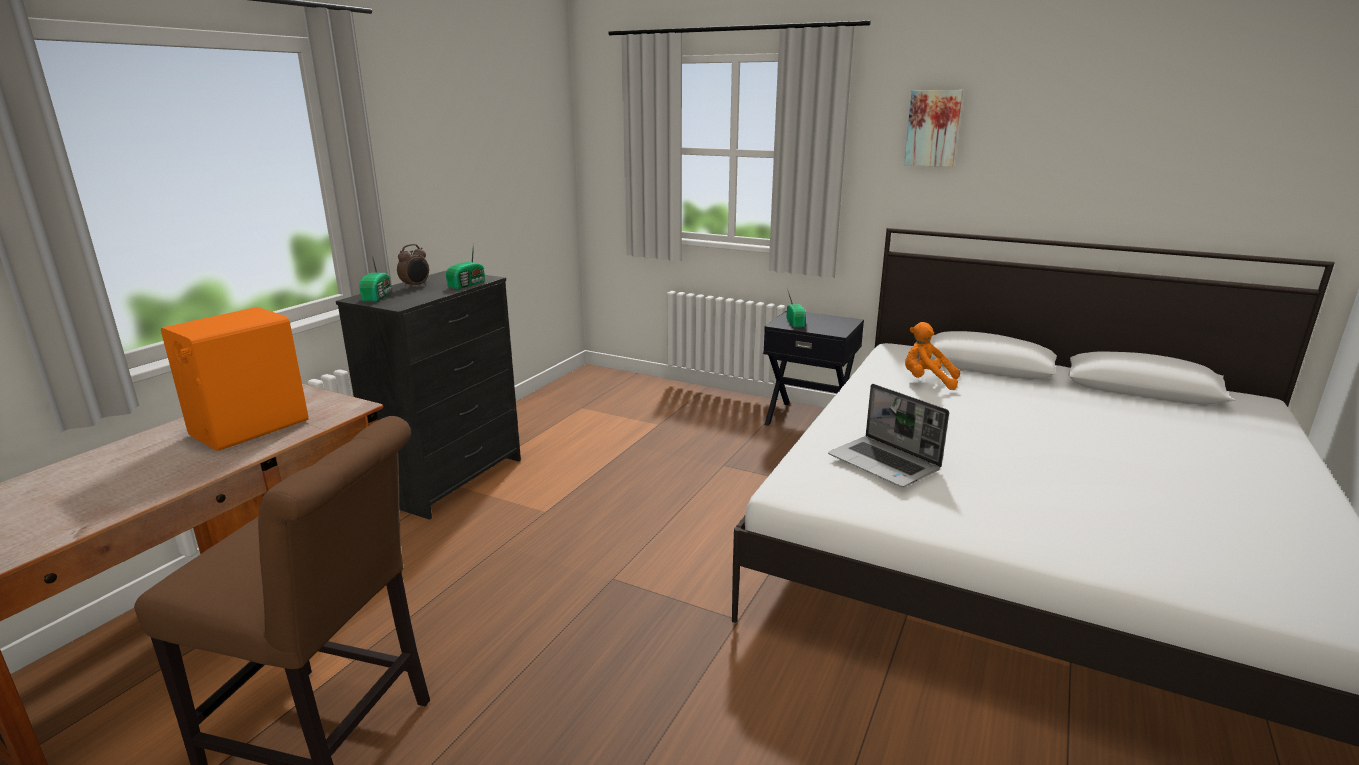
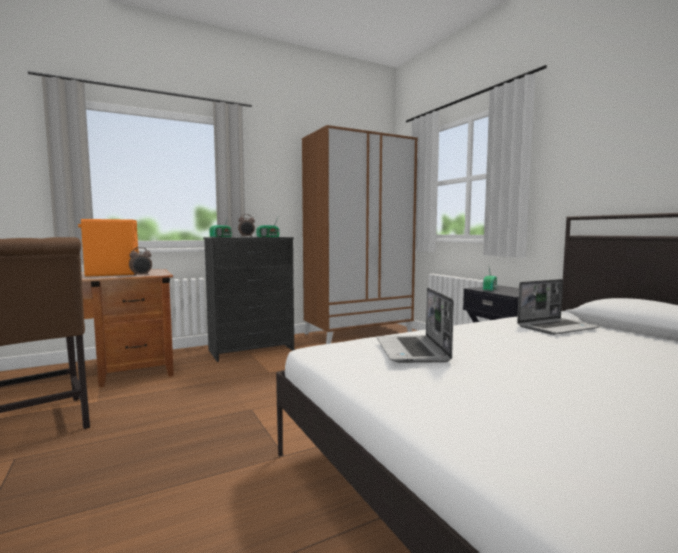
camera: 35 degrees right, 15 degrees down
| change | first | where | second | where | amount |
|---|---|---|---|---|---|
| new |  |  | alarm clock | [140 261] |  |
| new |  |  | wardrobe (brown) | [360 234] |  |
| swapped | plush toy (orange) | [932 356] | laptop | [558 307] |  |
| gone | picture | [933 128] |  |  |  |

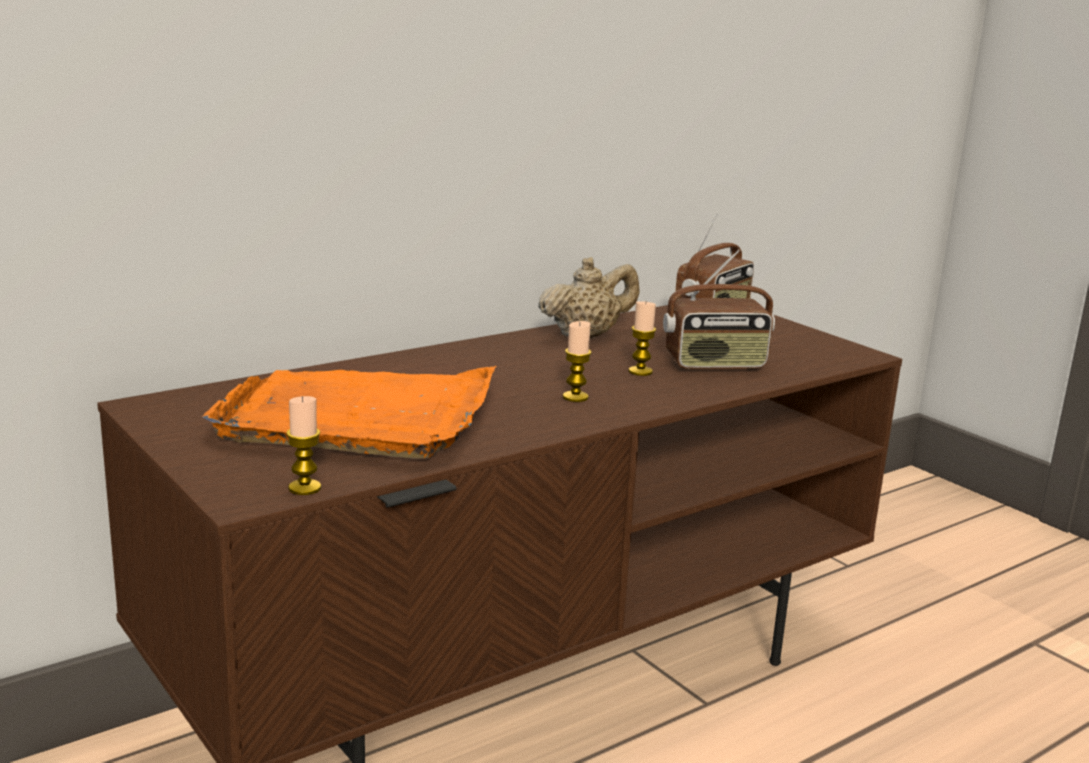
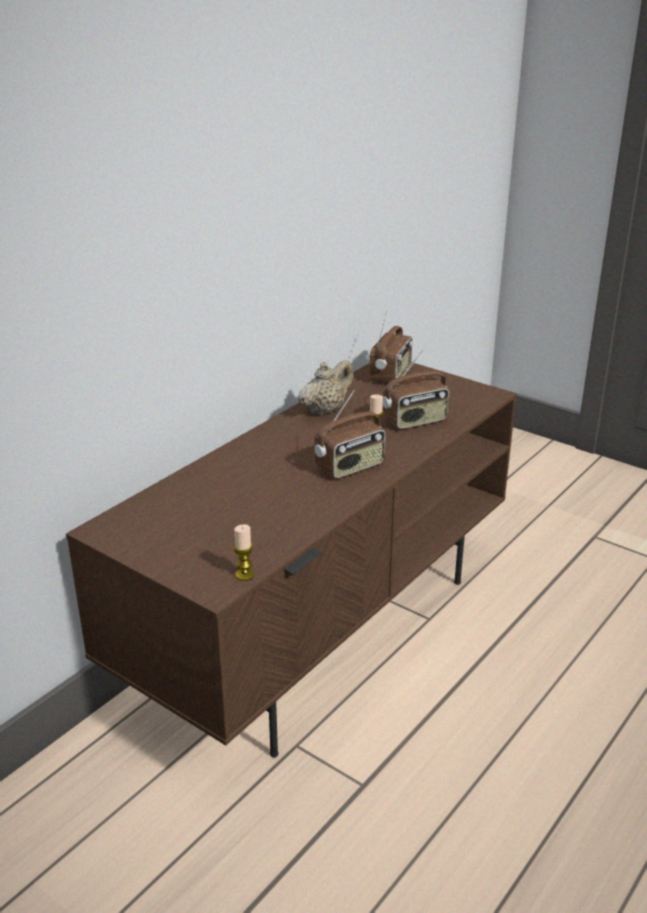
camera: 15 degrees left, 10 degrees up
| change | first | where | second | where | amount |
|---|---|---|---|---|---|
| swapped | candle | [577 361] | radio | [349 434] |  |
| gone | tray (orange) | [349 412] |  |  |  |

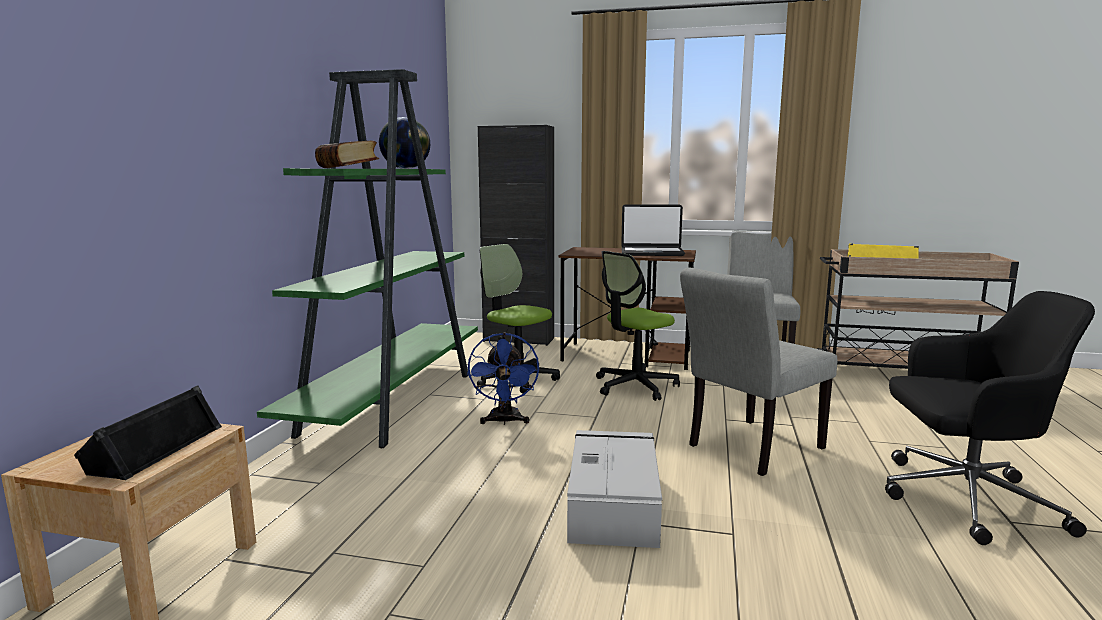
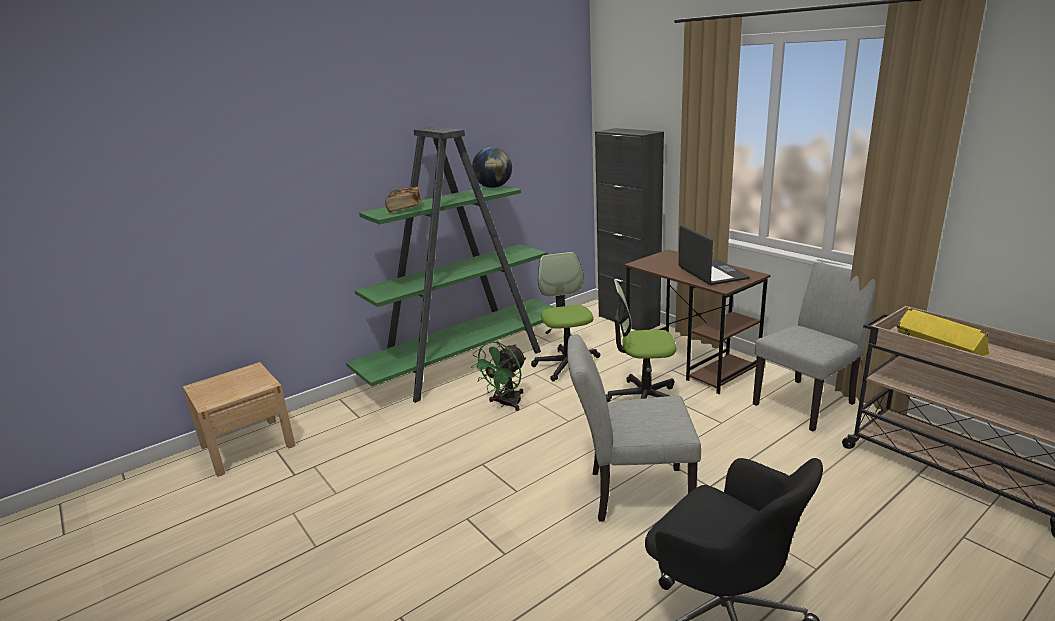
camera: 40 degrees right, 10 degrees up
| change | first | where | second | where | amount |
|---|---|---|---|---|---|
| repainted | fan (blue) | [503 378] | fan (green) | [498 376] |  |
| rotated | laptop | [653 230] |  | [714 255] | 150 degrees counterclockwise |
| gone | speaker (black) | [148 432] |  |  |  |
| gone | storage box (grey) | [614 489] |  |  |  |

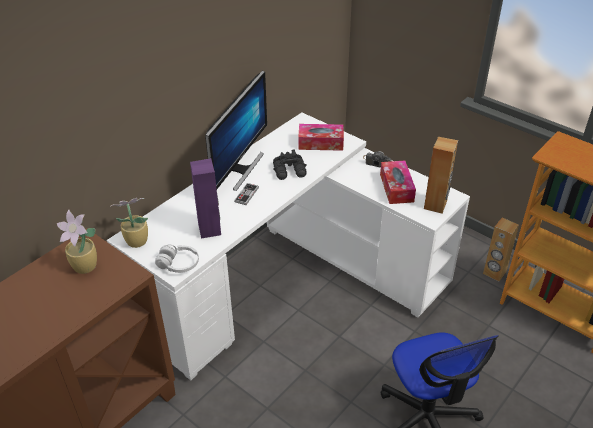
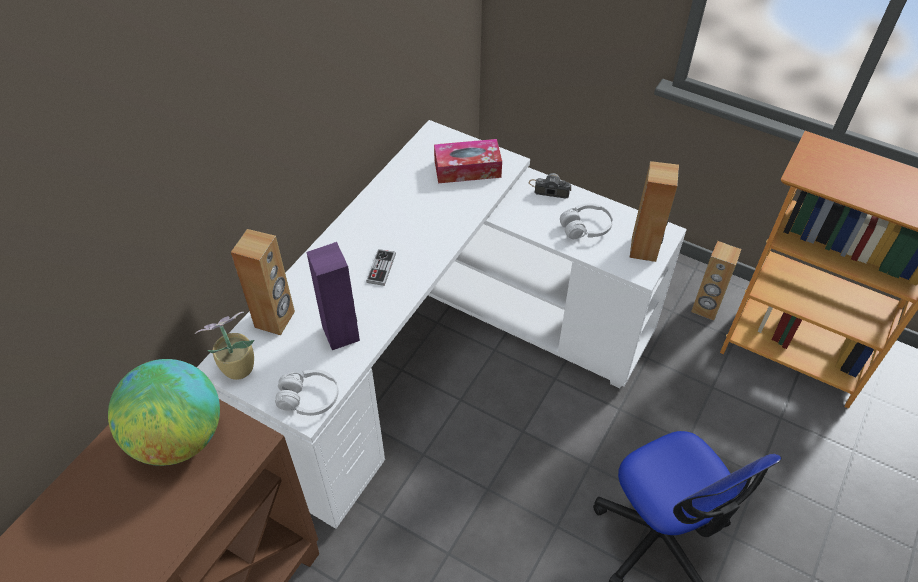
camera: 10 degrees left, 10 degrees up
| change | first | where | second | where | amount |
|---|---|---|---|---|---|
| swapped | potted plant | [77 242] | globe | [164 412] |  |
| new |  |  | speaker (brown) | [263 282] |  |
| swapped | tissue box | [398 182] | headphones (white) | [586 221] |  |
| gone | monitor | [236 131] |  |  |  |
| gone | binoculars (black) | [290 164] |  |  |  |

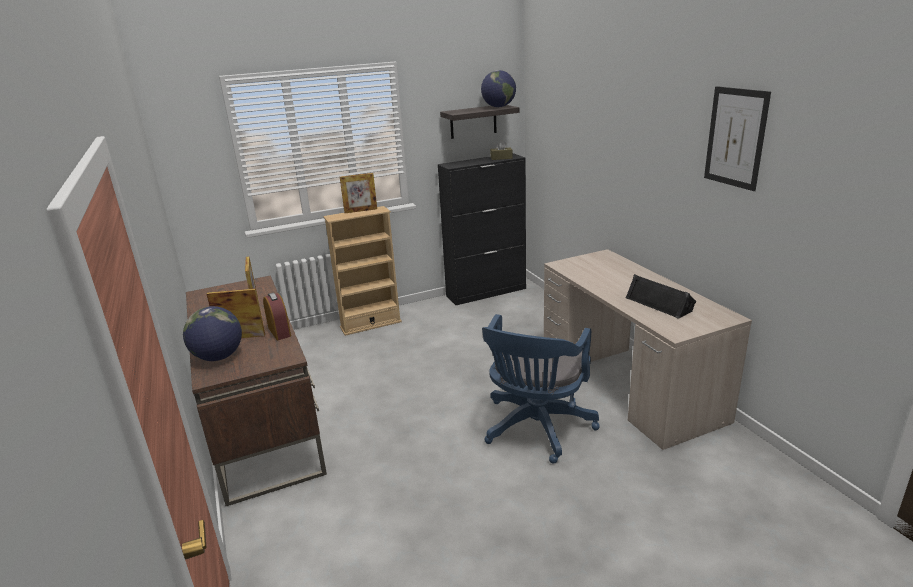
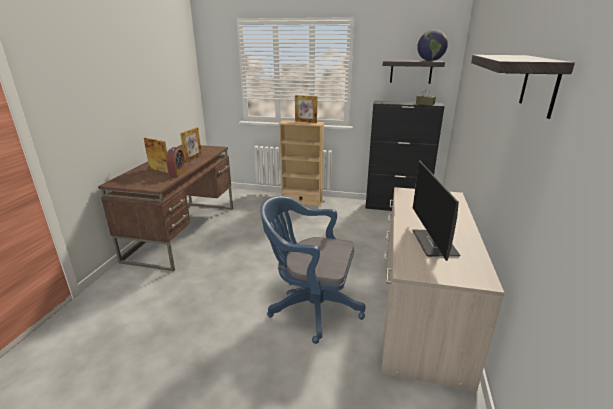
camera: 35 degrees right, 0 degrees up
| change | first | where | second | where | amount |
|---|---|---|---|---|---|
| rotated | office chair (blue) | [541 389] |  | [312 270] | 45 degrees clockwise |
| swapped | speaker (black) | [660 296] | monitor | [436 211] |  |
| swapped | picture | [737 138] | shelf | [523 87] |  |
| gone | globe | [212 333] |  |  |  |

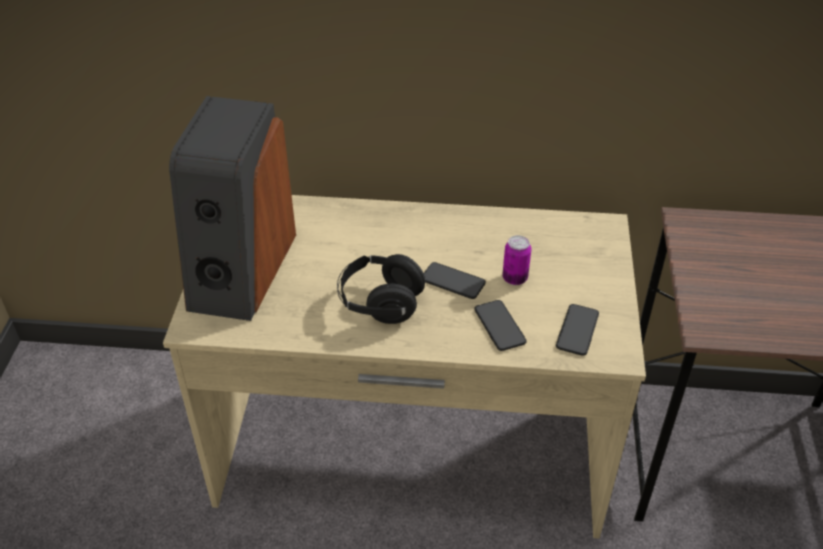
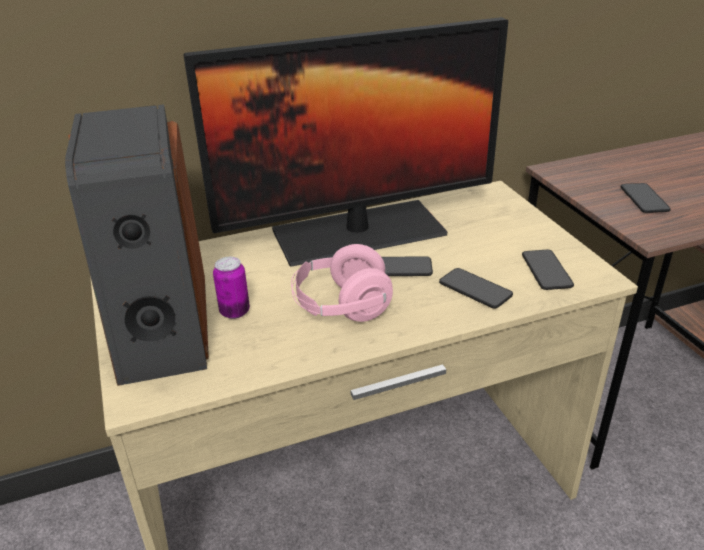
camera: 25 degrees left, 10 degrees down
| change | first | where | second | where | amount |
|---|---|---|---|---|---|
| new |  |  | monitor | [345 142] |  |
| shifted | can | [516 260] |  | [231 288] |  |
| repainted | headphones (black) | [381 289] | headphones (pink) | [342 283] |  |
| new |  |  | phone | [646 198] |  |

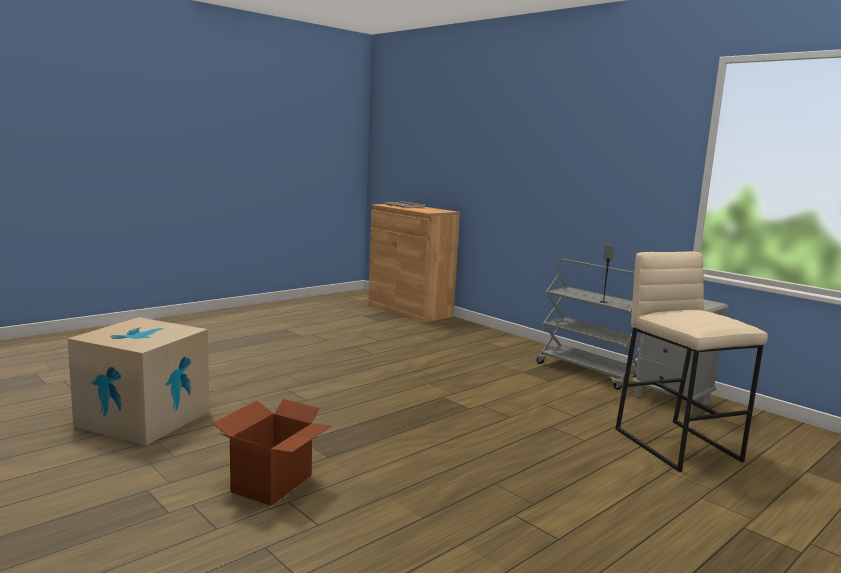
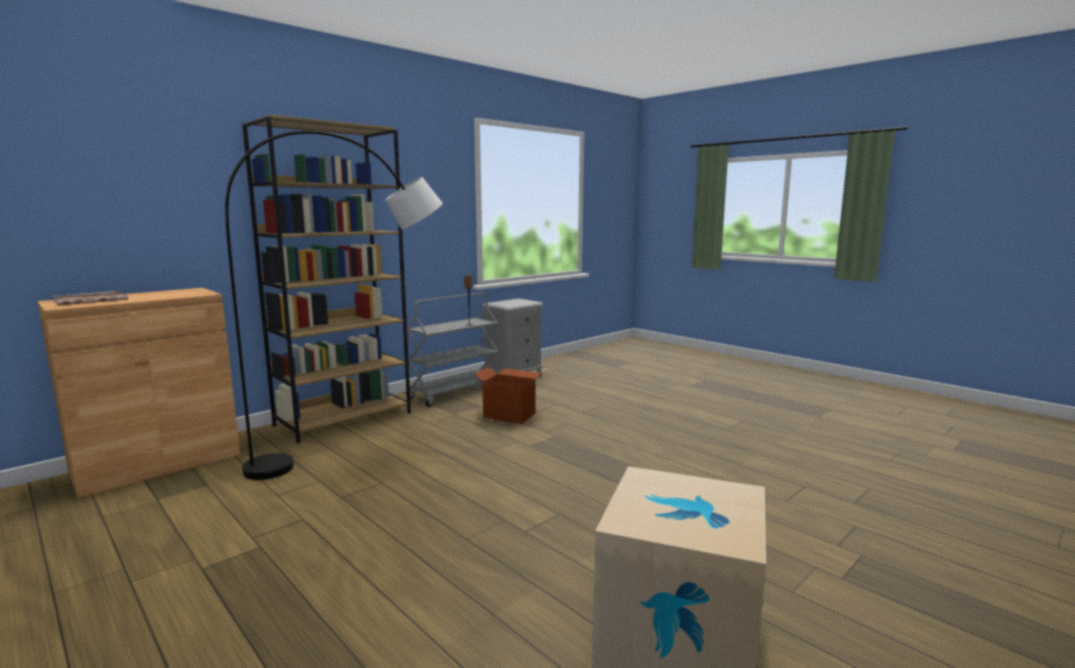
camera: 90 degrees left, 0 degrees up
| change | first | where | second | where | amount |
|---|---|---|---|---|---|
| new |  |  | floor lamp (grey) | [334 305] |  |
| new |  |  | bookcase (brown) | [326 279] |  |
| shifted | cardboard box | [272 452] |  | [509 395] |  |
| gone | stool (beige) | [691 362] |  |  |  |

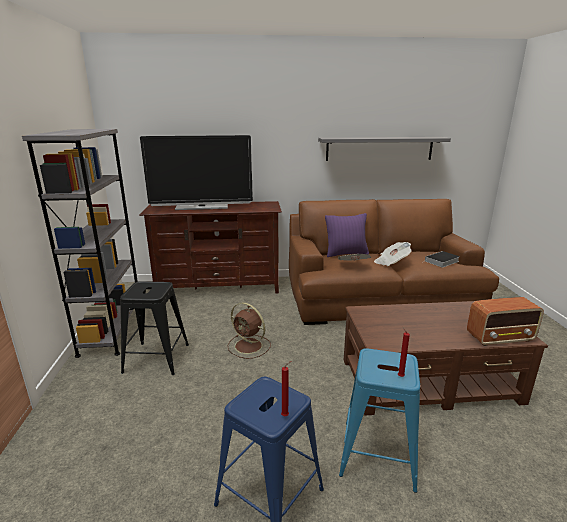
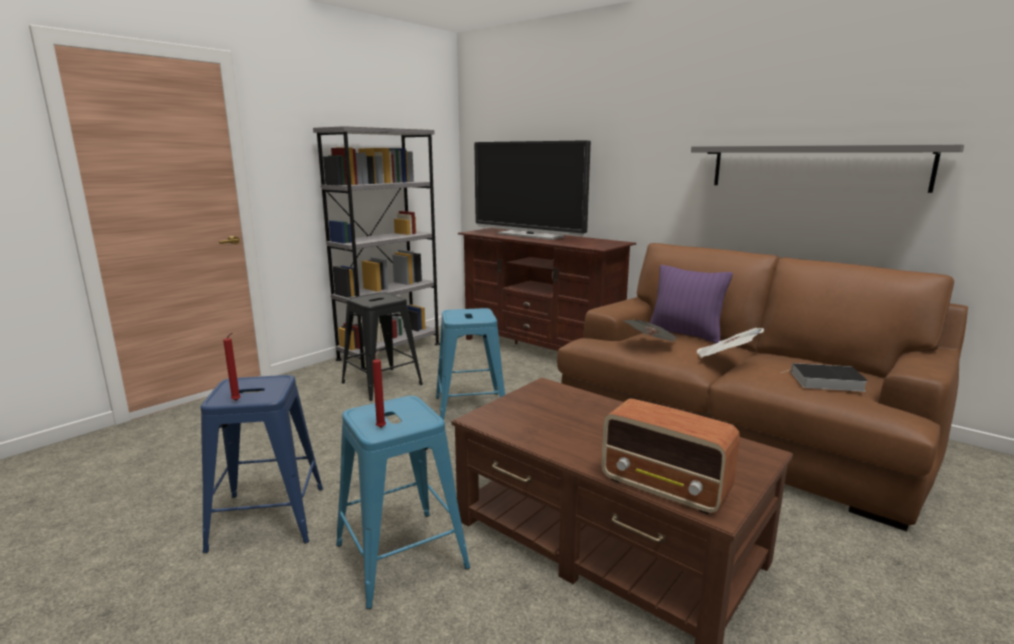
camera: 45 degrees right, 5 degrees down
| change | first | where | second | where | amount |
|---|---|---|---|---|---|
| swapped | fan (brown) | [249 330] | stool (blue) | [470 364] |  |

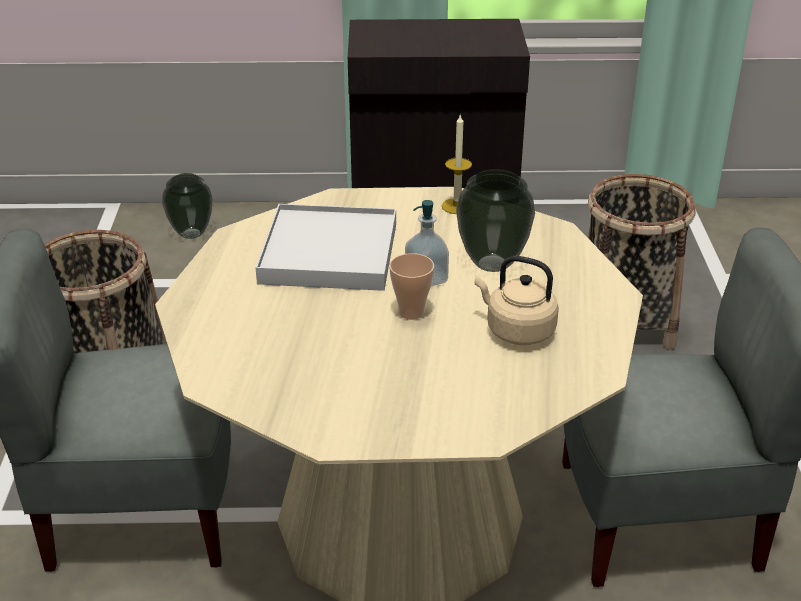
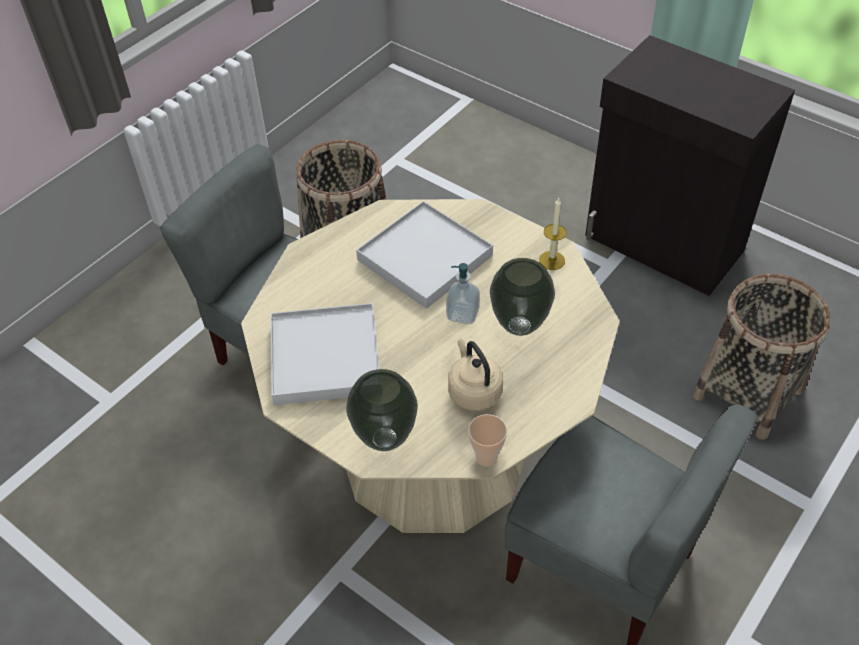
camera: 40 degrees right, 15 degrees up
| change | first | where | second | where | amount |
|---|---|---|---|---|---|
| new |  |  | tray (white) | [325 354] |  |
| shifted | vase | [187 206] |  | [382 410] |  |
| shifted | cup | [411 286] |  | [487 440] |  |

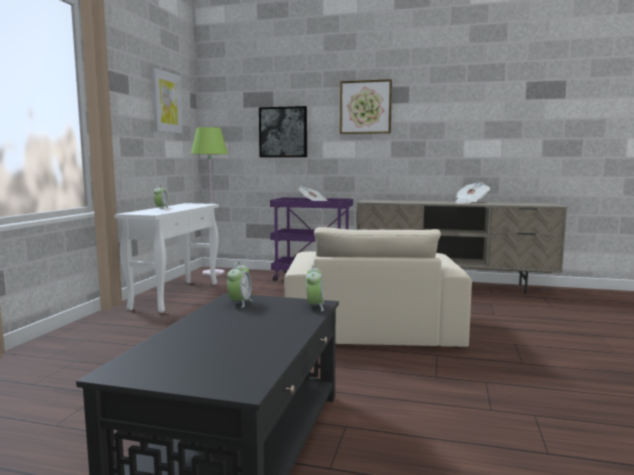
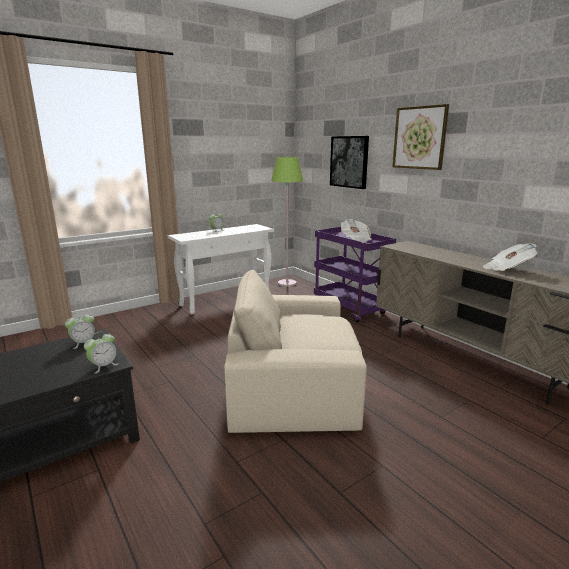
camera: 40 degrees right, 10 degrees up
| change | first | where | second | where | amount |
|---|---|---|---|---|---|
| rotated | armchair (beige) | [378 287] |  | [295 351] | 45 degrees clockwise |
| gone | picture | [167 101] |  |  |  |

